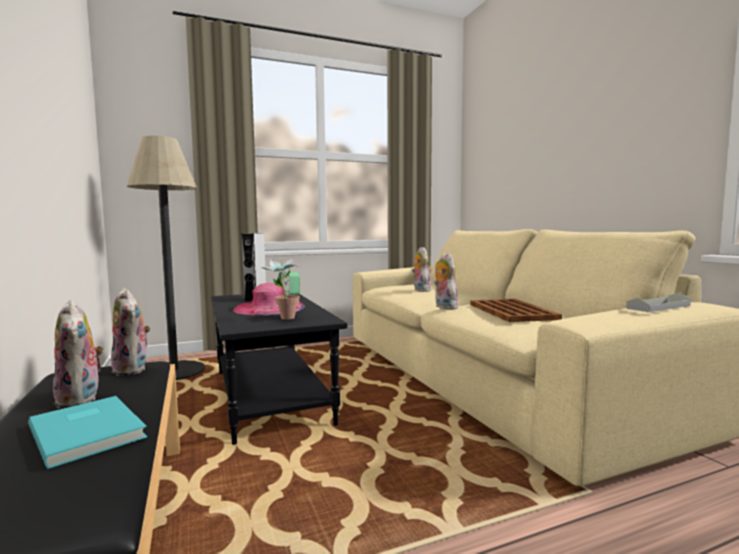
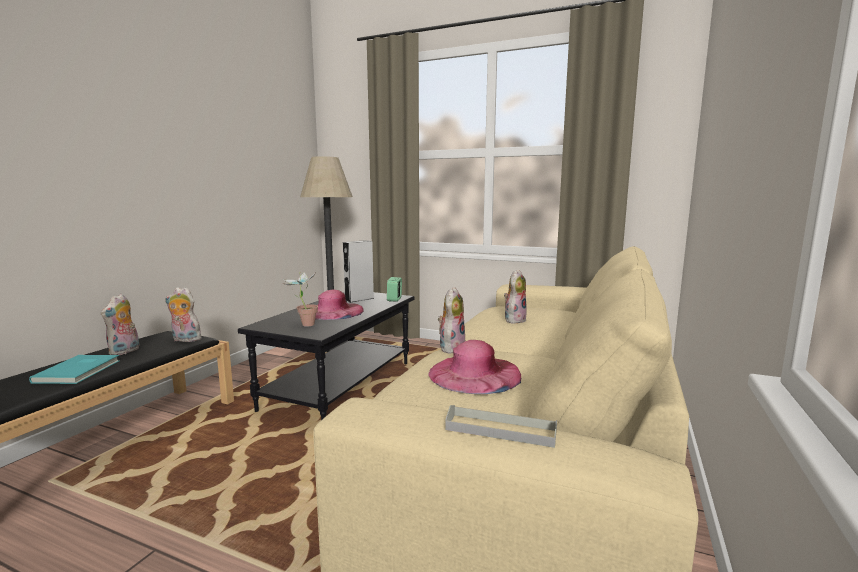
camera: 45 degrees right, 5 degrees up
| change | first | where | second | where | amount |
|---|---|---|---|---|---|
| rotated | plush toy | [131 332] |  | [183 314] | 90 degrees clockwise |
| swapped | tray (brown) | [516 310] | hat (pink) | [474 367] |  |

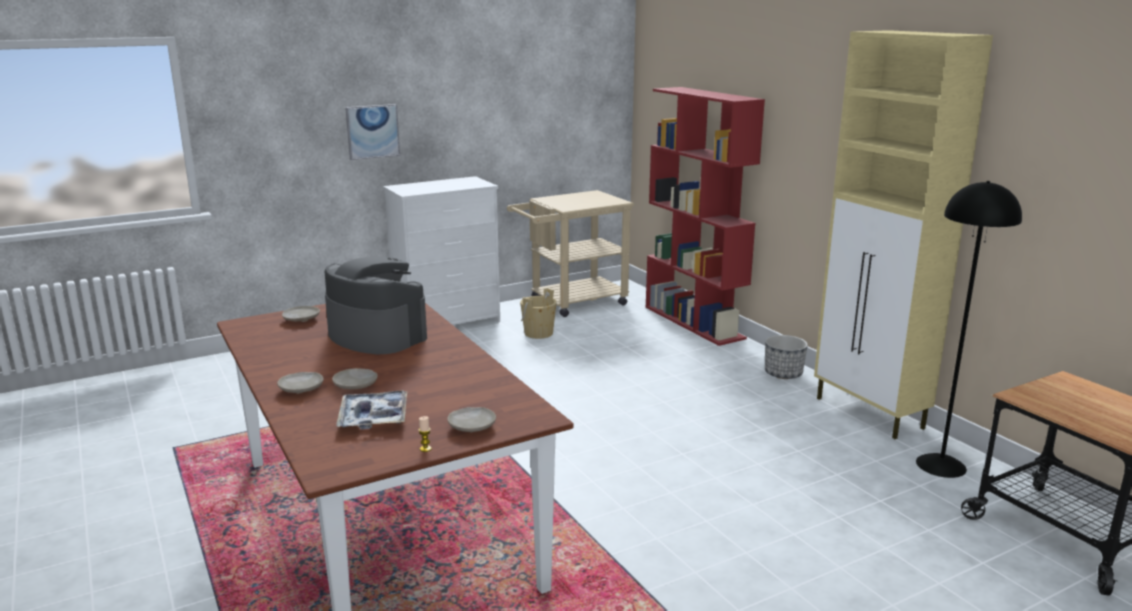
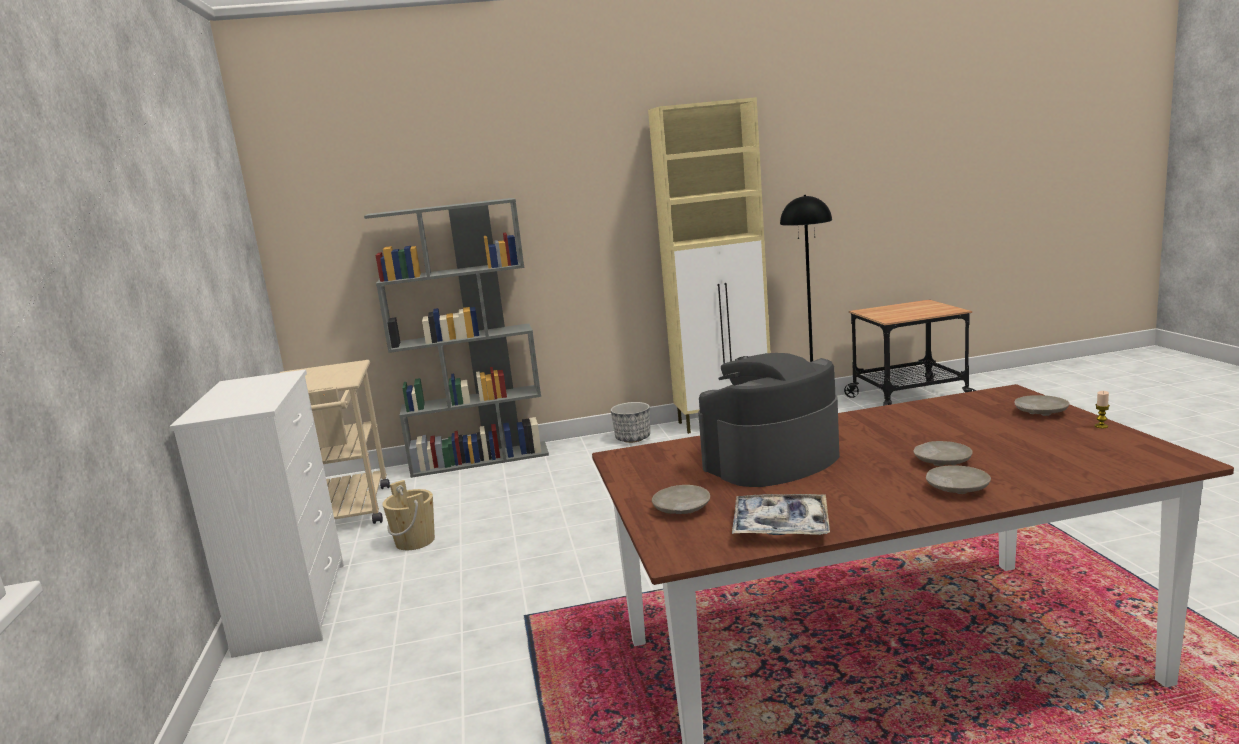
camera: 70 degrees left, 5 degrees down
| change | first | where | second | where | amount |
|---|---|---|---|---|---|
| repainted | bookcase (red) | [705 216] | bookcase (grey) | [456 338] |  |
| shifted | tray | [371 410] |  | [781 514] |  |
| gone | picture | [372 132] |  |  |  |

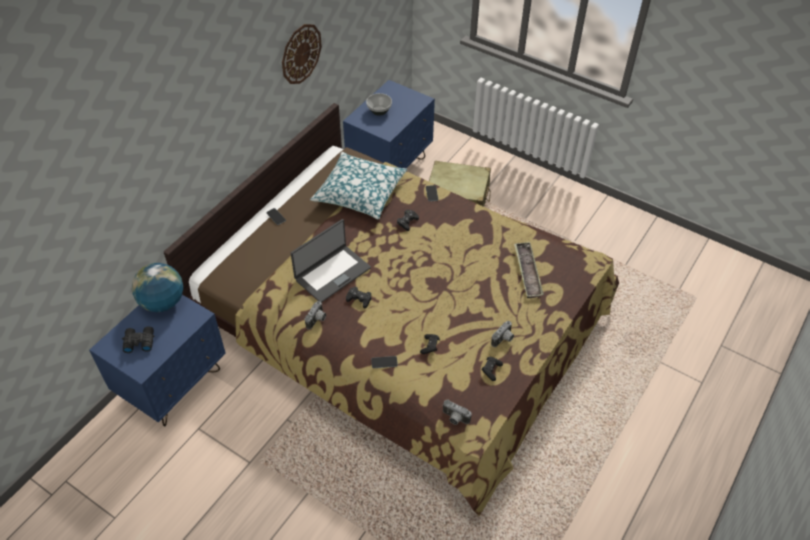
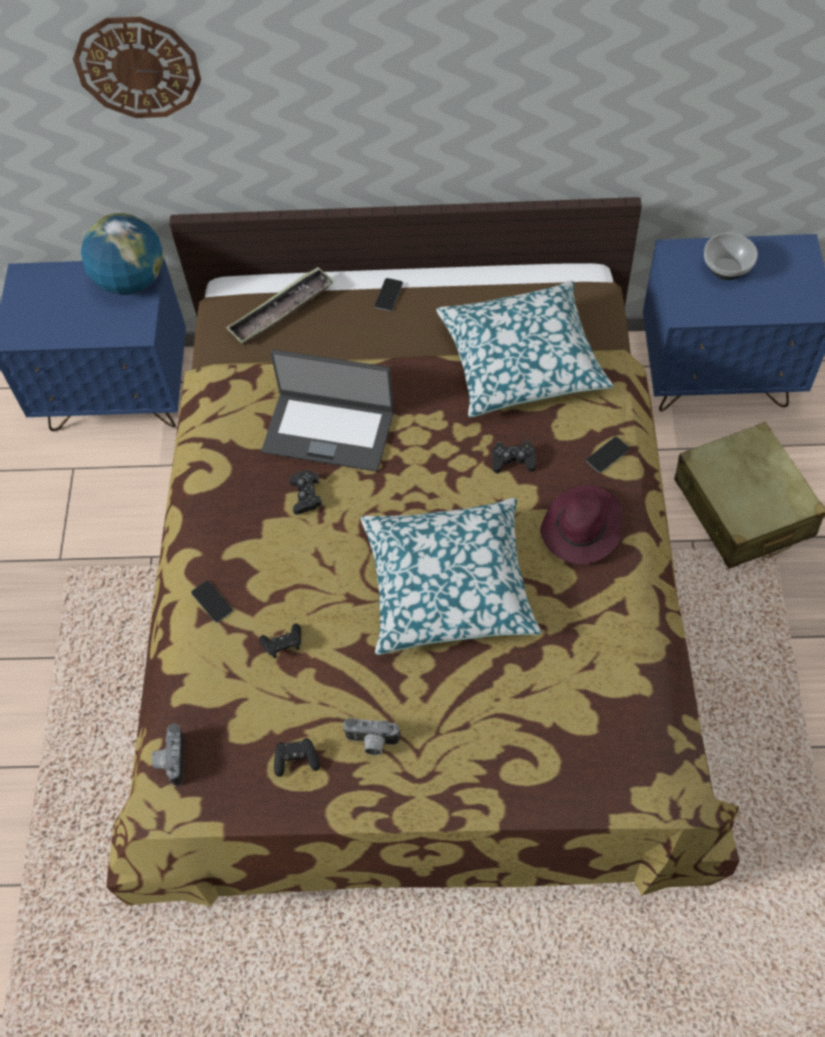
camera: 60 degrees right, 10 degrees up
| change | first | where | second | where | amount |
|---|---|---|---|---|---|
| shifted | wall clock | [302 54] |  | [137 67] |  |
| shifted | tray | [529 270] |  | [280 306] |  |
| new |  |  | pillow | [451 576] |  |
| new |  |  | hat (purple) | [581 524] |  |
| gone | binoculars (black) | [138 340] |  |  |  |
| gone | photo camera | [315 315] |  |  |  |

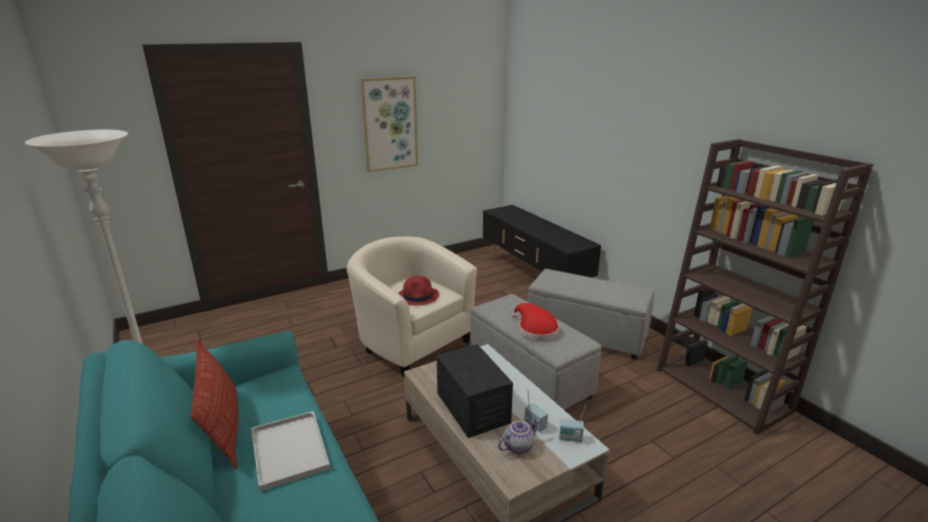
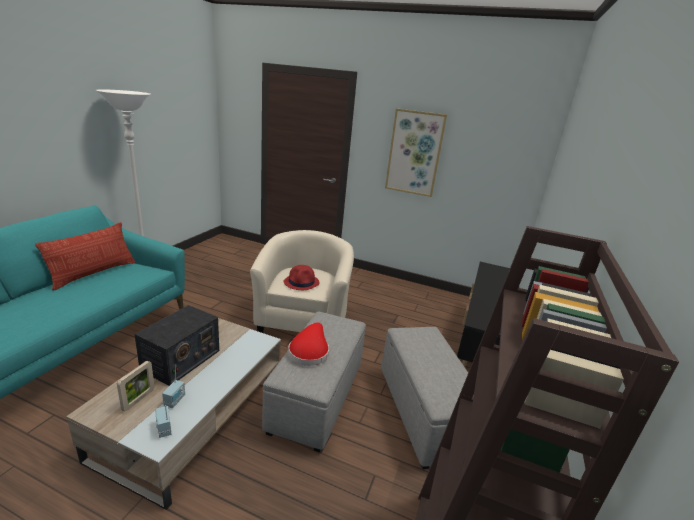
camera: 50 degrees right, 0 degrees up
| change | first | where | second | where | amount |
|---|---|---|---|---|---|
| swapped | teapot | [519 436] | picture frame | [136 386] |  |
| gone | tray (white) | [290 451] |  |  |  |

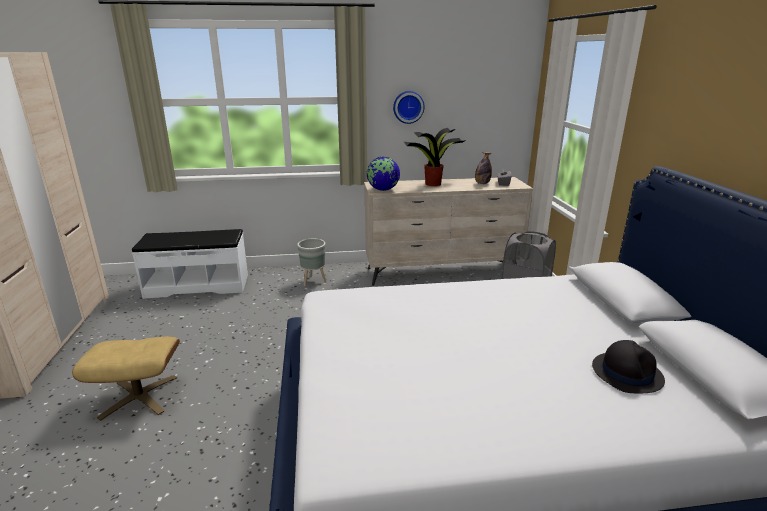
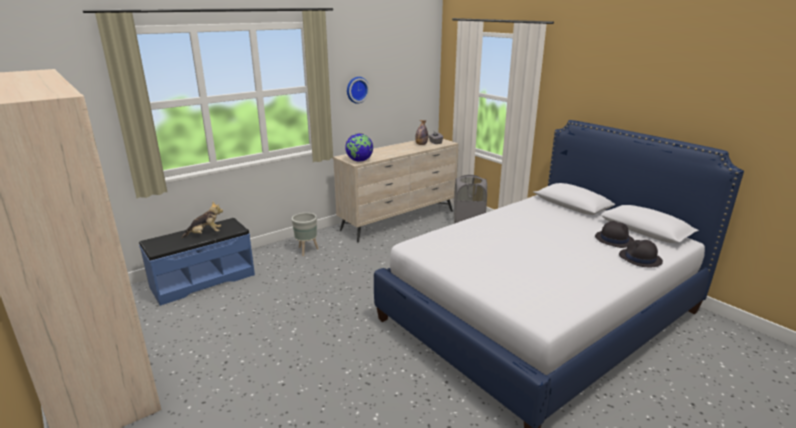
camera: 30 degrees left, 0 degrees up
| change | first | where | second | where | amount |
|---|---|---|---|---|---|
| repainted | bench (white) | [190 264] | bench (blue) | [197 262] |  |
| new |  |  | plush toy | [202 220] |  |
| new |  |  | hat (black) | [641 253] |  |
| gone | ottoman (beige) | [126 378] |  |  |  |
| gone | potted plant | [435 157] |  |  |  |

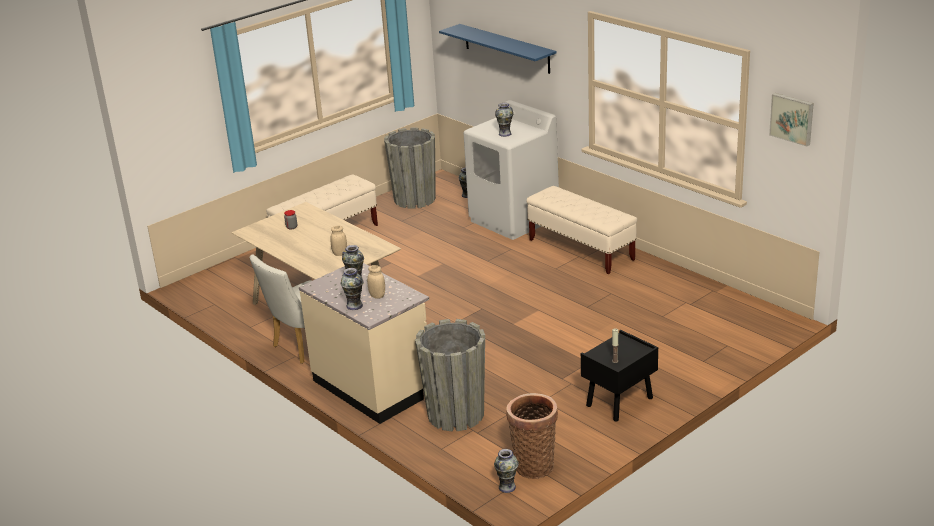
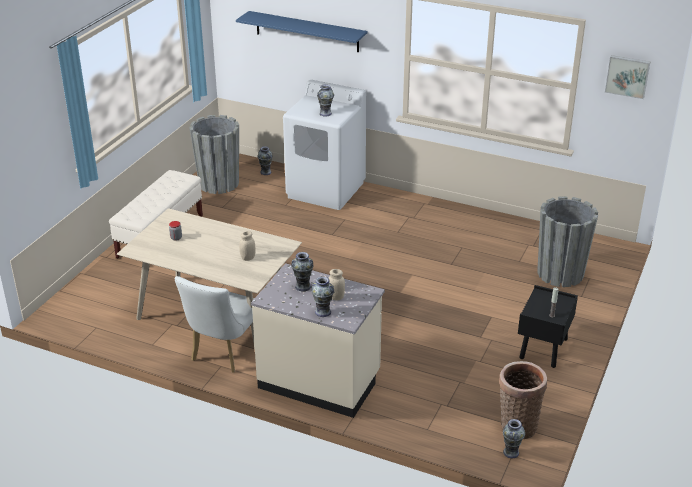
camera: 25 degrees left, 5 degrees up
| change | first | where | second | where | amount |
|---|---|---|---|---|---|
| shifted | planter (grey) | [450 375] |  | [567 241] |  |
| gone | bench (beige) | [581 230] |  |  |  |

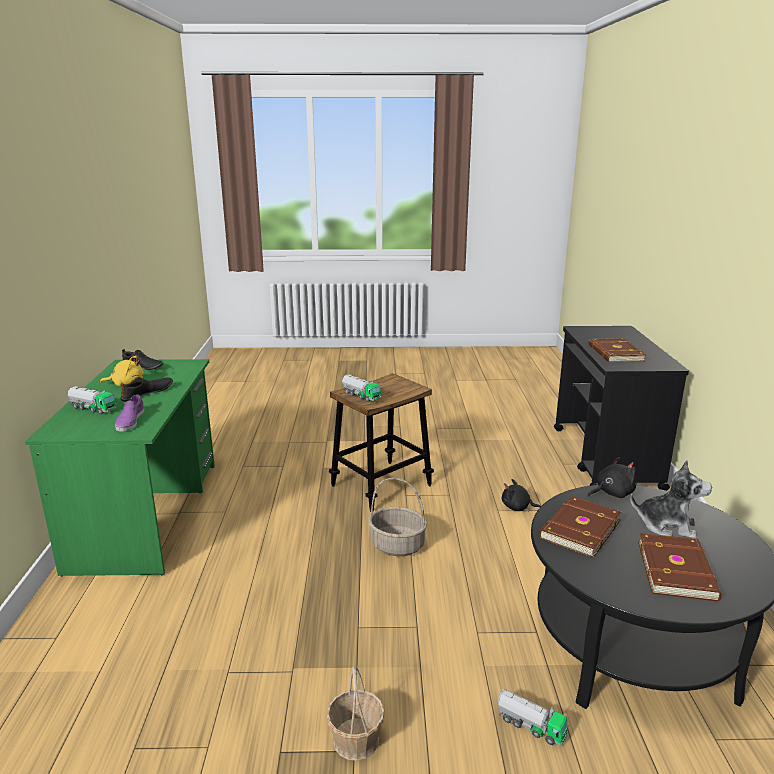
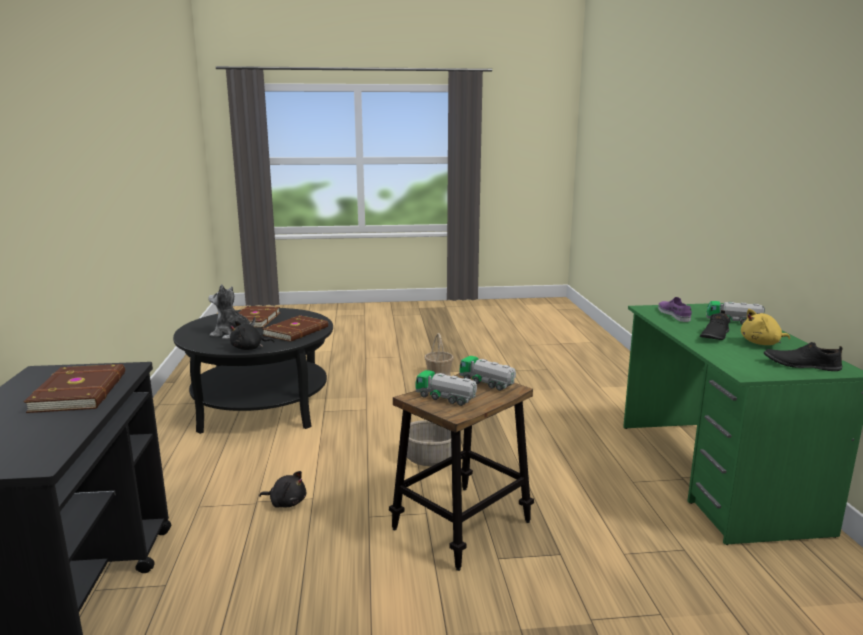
camera: 175 degrees right, 5 degrees down
| change | first | where | second | where | amount |
|---|---|---|---|---|---|
| shifted | toy truck | [533 717] |  | [446 388] |  |

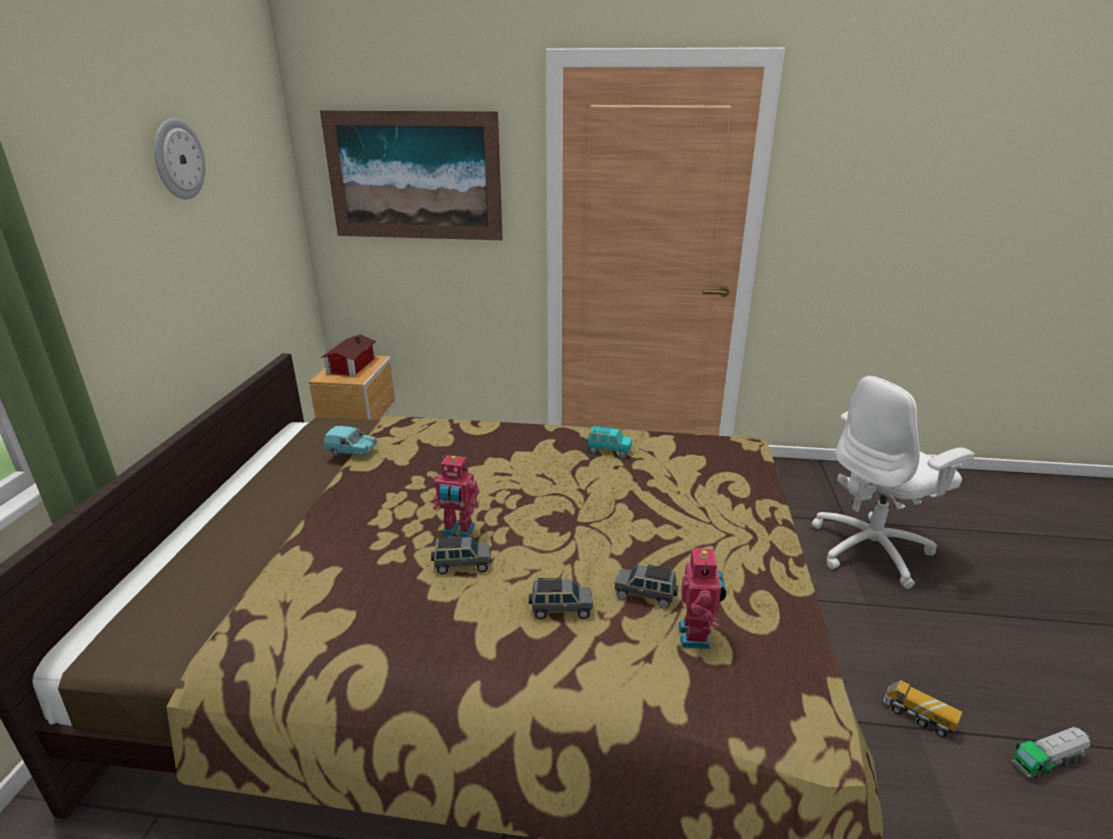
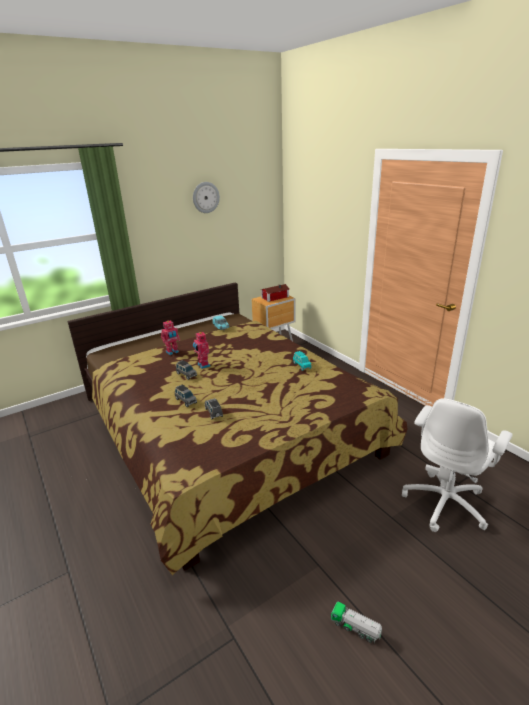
camera: 50 degrees right, 0 degrees up
| change | first | where | second | where | amount |
|---|---|---|---|---|---|
| shifted | toy robot | [702 596] |  | [170 338] |  |
| rotated | office chair (white) | [893 482] |  | [457 465] | 75 degrees counterclockwise |
| gone | picture | [411 175] |  |  |  |
| gone | toy truck | [922 708] |  |  |  |

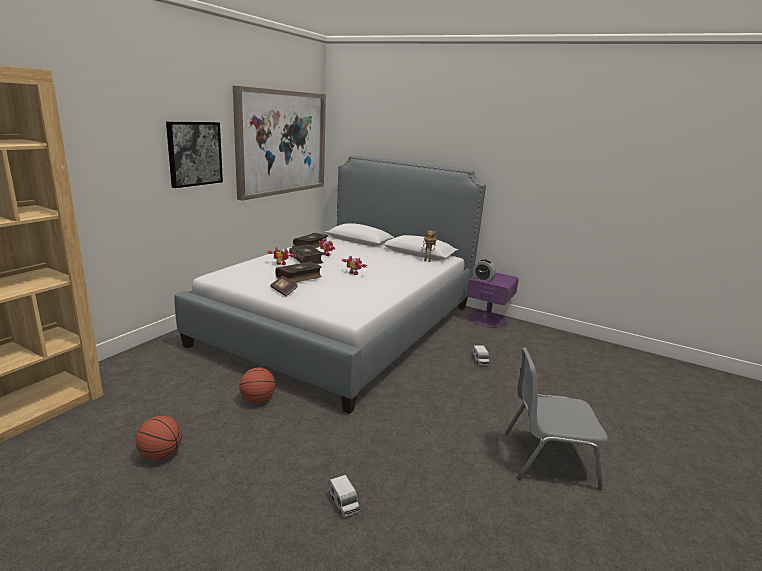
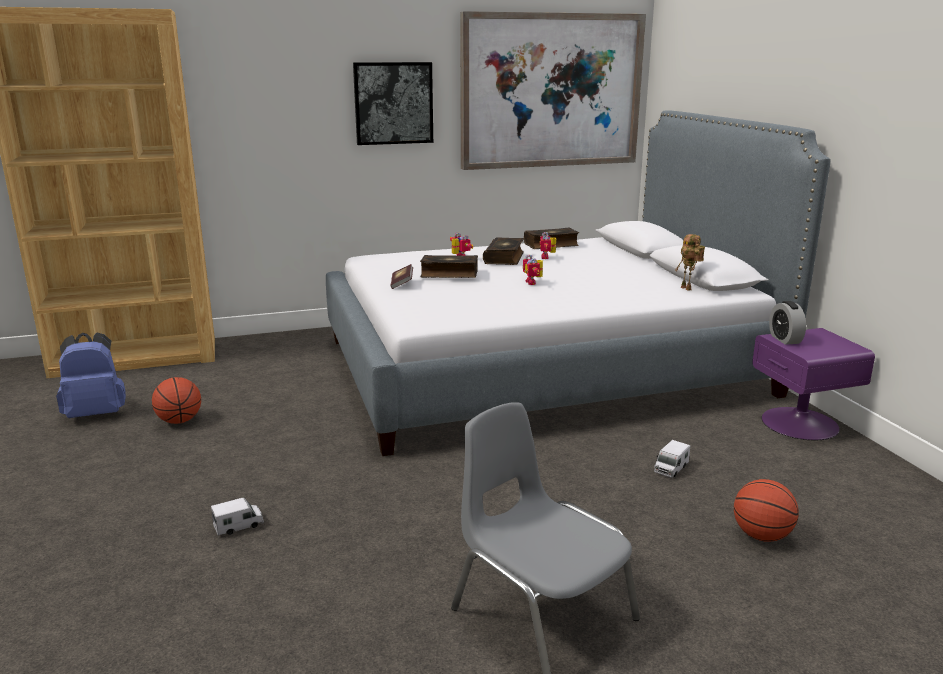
camera: 45 degrees right, 0 degrees up
| change | first | where | second | where | amount |
|---|---|---|---|---|---|
| new |  |  | backpack (blue) | [91 375] |  |
| rotated | toy truck | [344 496] |  | [237 516] | 135 degrees counterclockwise |
| shifted | basketball | [257 385] |  | [766 510] |  |

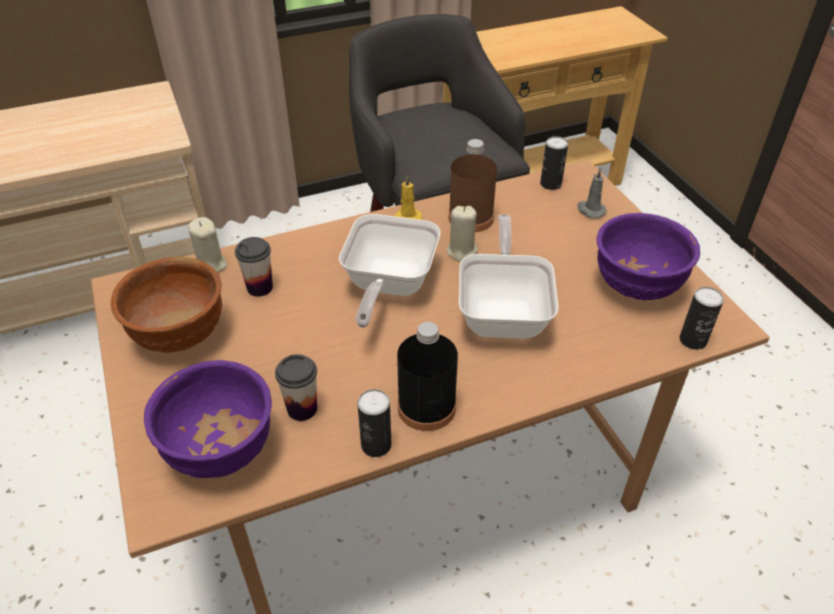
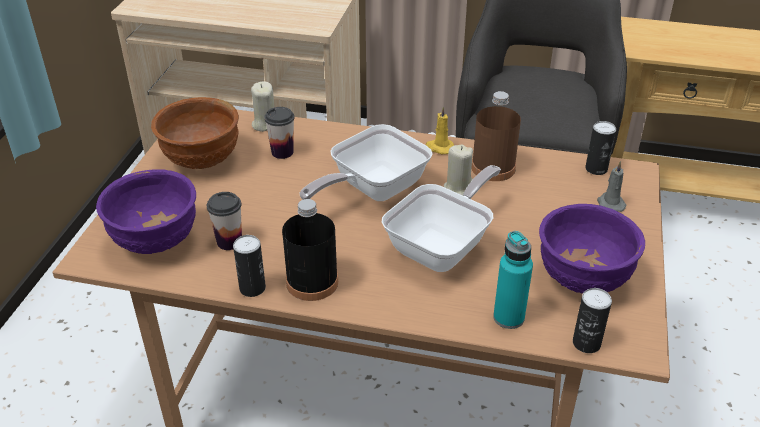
camera: 35 degrees right, 5 degrees down
| change | first | where | second | where | amount |
|---|---|---|---|---|---|
| new |  |  | bottle (turquoise) | [513 280] |  |

